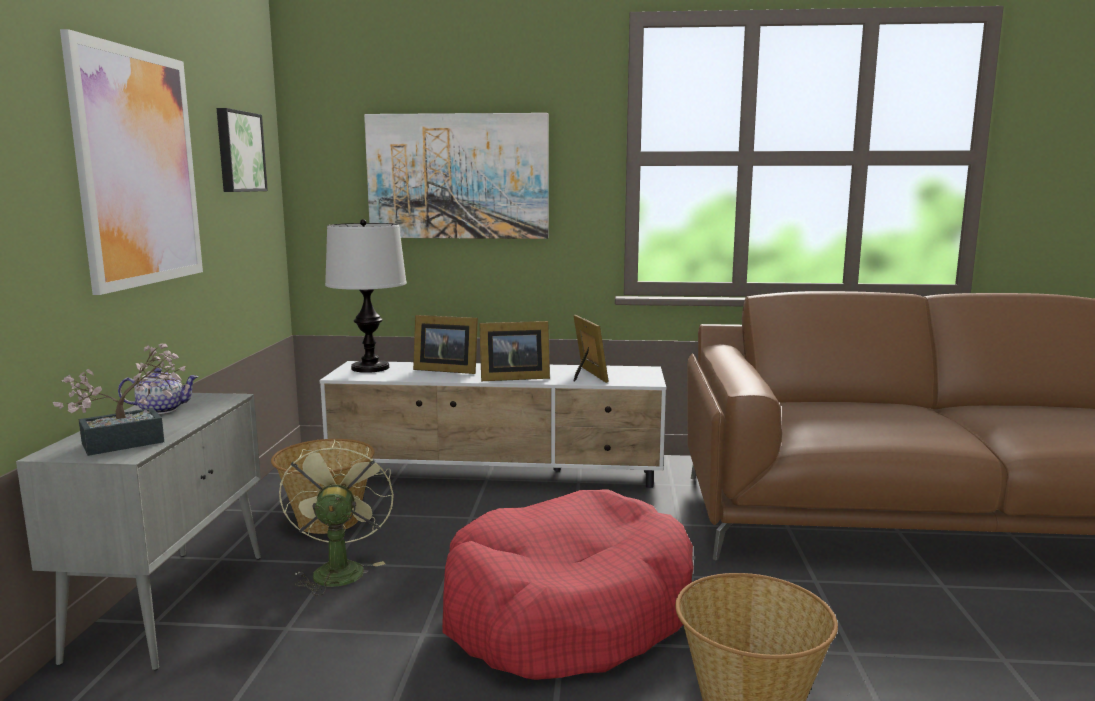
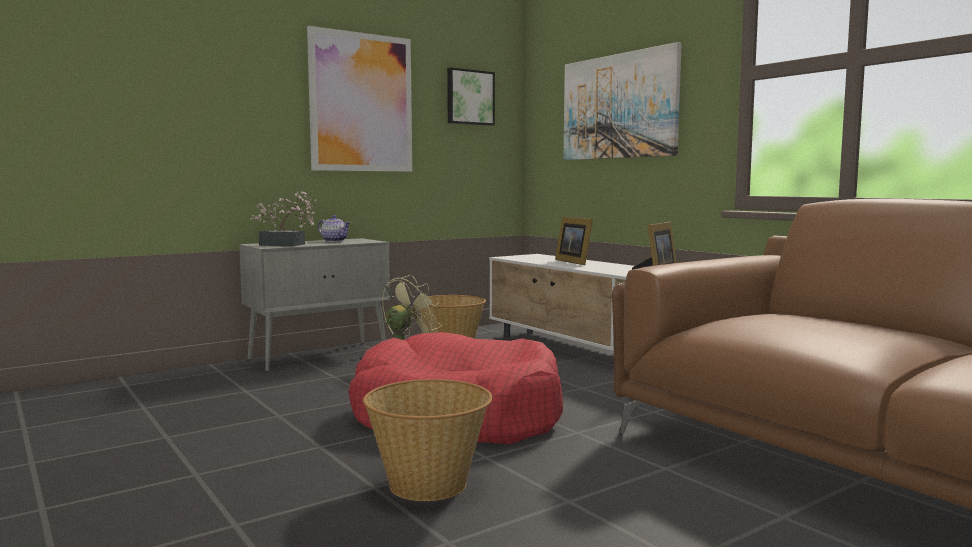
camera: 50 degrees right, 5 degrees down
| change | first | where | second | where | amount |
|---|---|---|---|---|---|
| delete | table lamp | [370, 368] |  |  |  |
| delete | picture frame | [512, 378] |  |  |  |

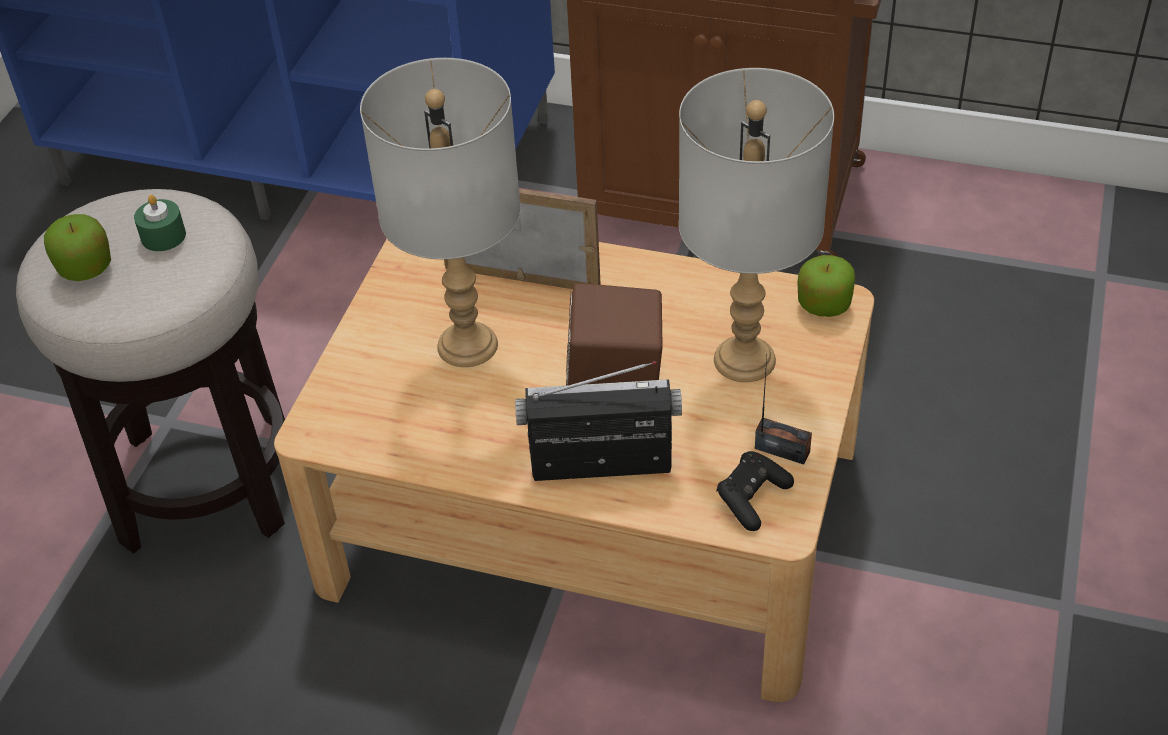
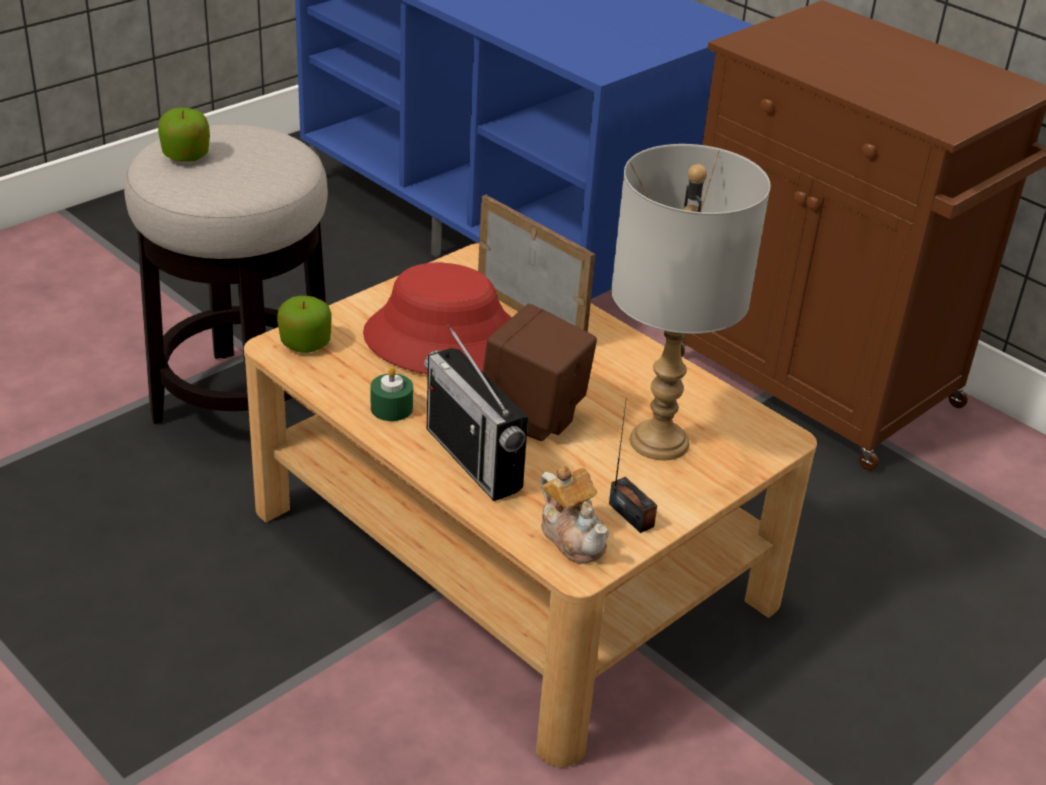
camera: 25 degrees right, 10 degrees down
| change | first | where | second | where | amount |
|---|---|---|---|---|---|
| move | apple | [824, 304] |  | [305, 343] |  |
| replace | grey table lamp | [466, 346] | red hat | [445, 341] |  |
| move | green candle | [163, 236] |  | [391, 408] |  |
| rotate | radio | [601, 464] |  | [473, 459] | 150 degrees counterclockwise |
| replace | black game controller | [752, 498] | teapot | [573, 536] |  |

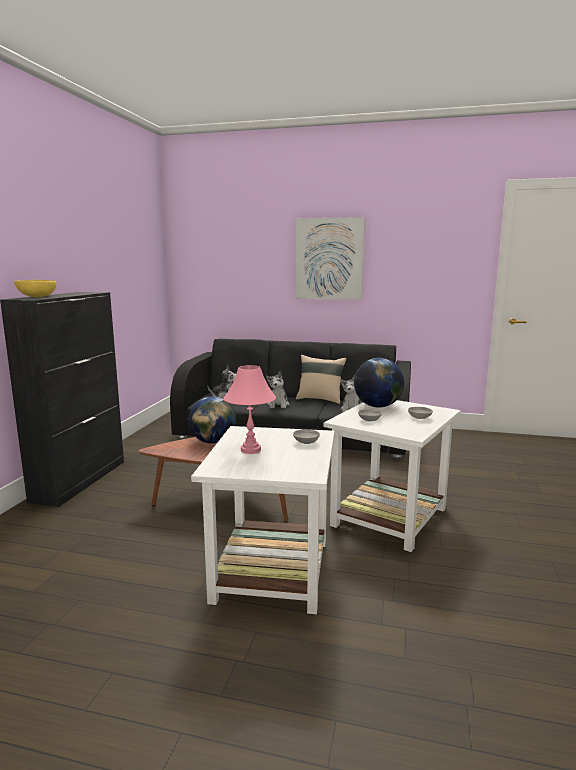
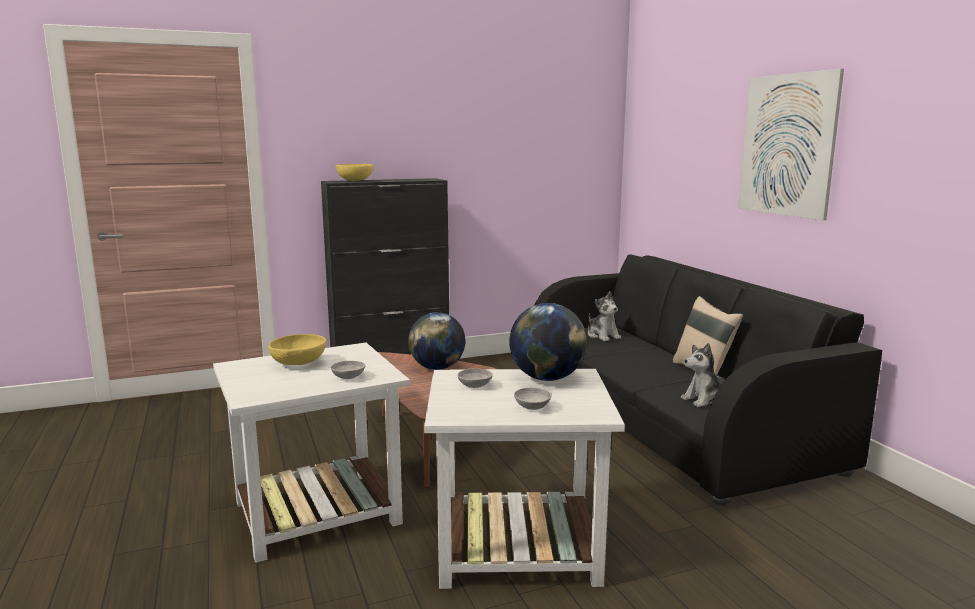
camera: 55 degrees right, 0 degrees up
| change | first | where | second | where | amount |
|---|---|---|---|---|---|
| replace | pink table lamp | [250, 450] | yellow bowl | [299, 364] |  |
| delete | plush toy | [278, 405] |  |  |  |

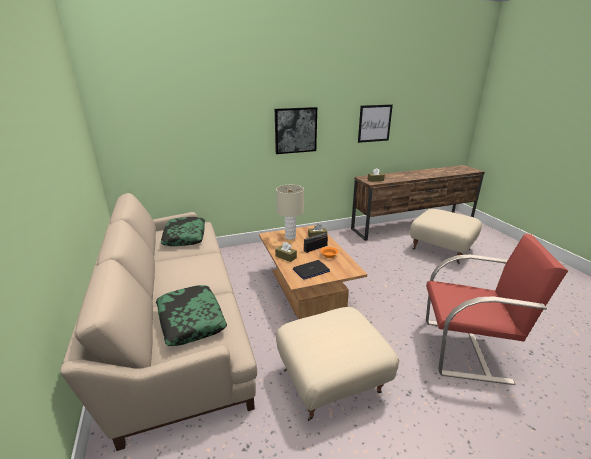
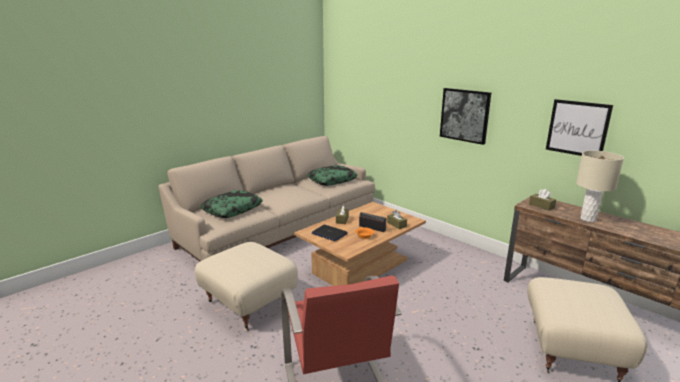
camera: 65 degrees right, 5 degrees down
| change | first | where | second | where | amount |
|---|---|---|---|---|---|
| move | beige table lamp | [290, 237] |  | [588, 219] |  |

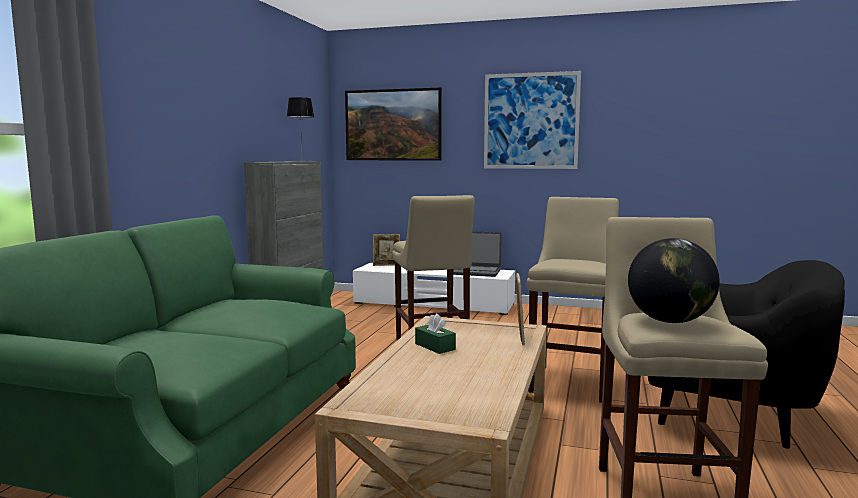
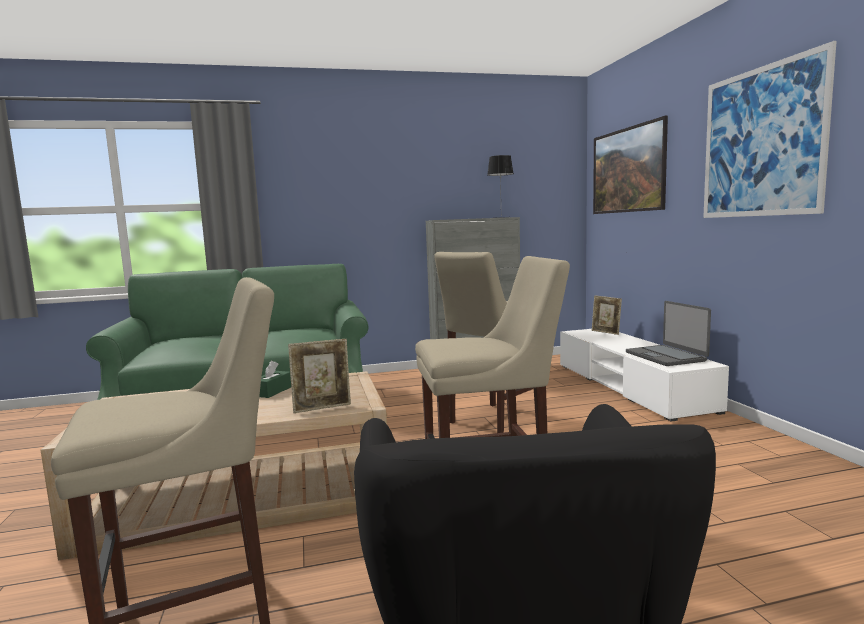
camera: 60 degrees right, 0 degrees up
| change | first | where | second | where | amount |
|---|---|---|---|---|---|
| delete | globe | [670, 321] |  |  |  |

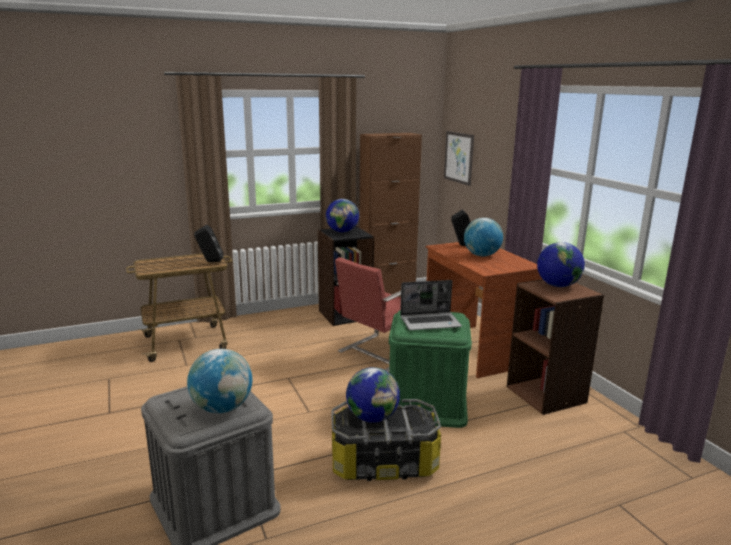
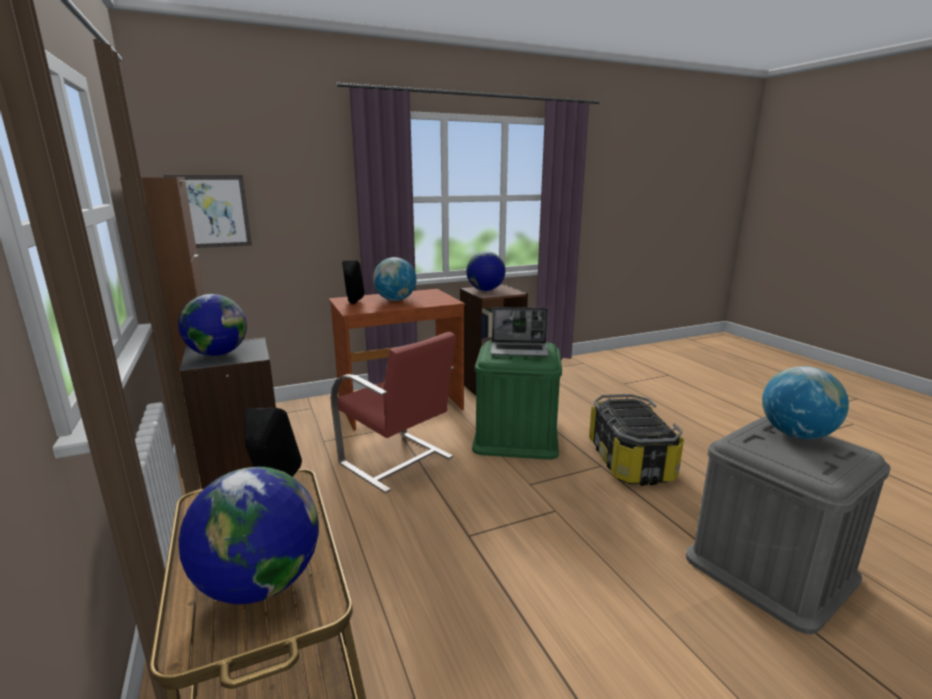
camera: 90 degrees left, 0 degrees up
| change | first | where | second | where | amount |
|---|---|---|---|---|---|
| move | globe | [372, 417] |  | [259, 583] |  |
| rotate | laptop | [430, 322] |  | [520, 350] | 105 degrees clockwise |

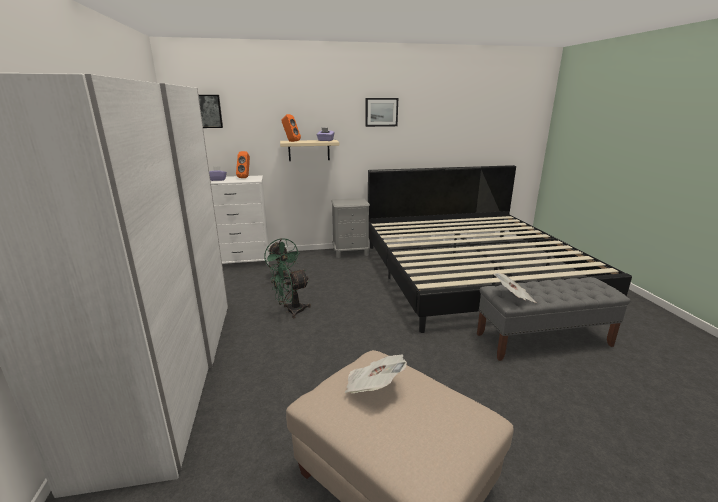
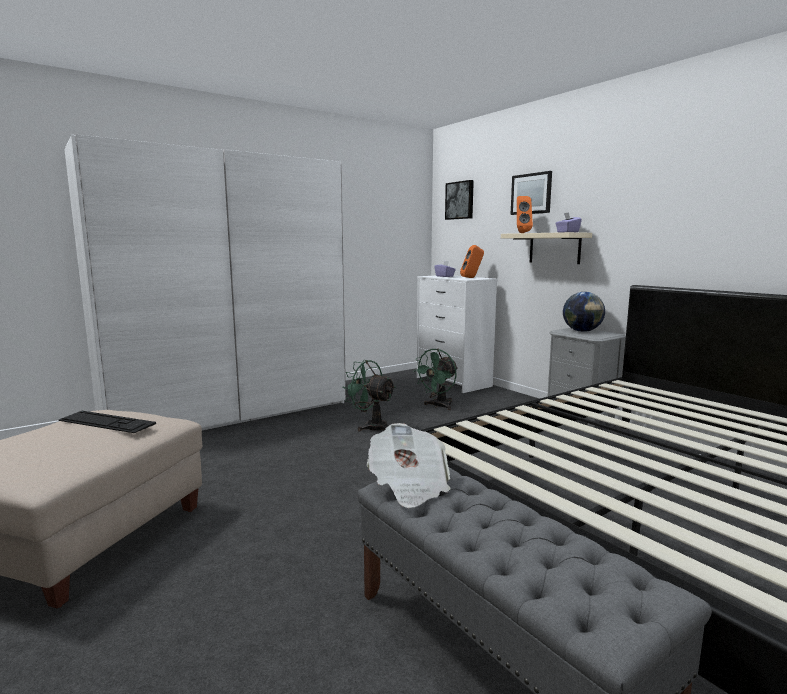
camera: 65 degrees right, 10 degrees down
| change | first | where | second | where | amount |
|---|---|---|---|---|---|
| replace | newspaper | [373, 387] | keyboard | [106, 422] |  |
| move | picture | [381, 112] |  | [531, 193] |  |
| insert |  |  | globe | [582, 331] |  |

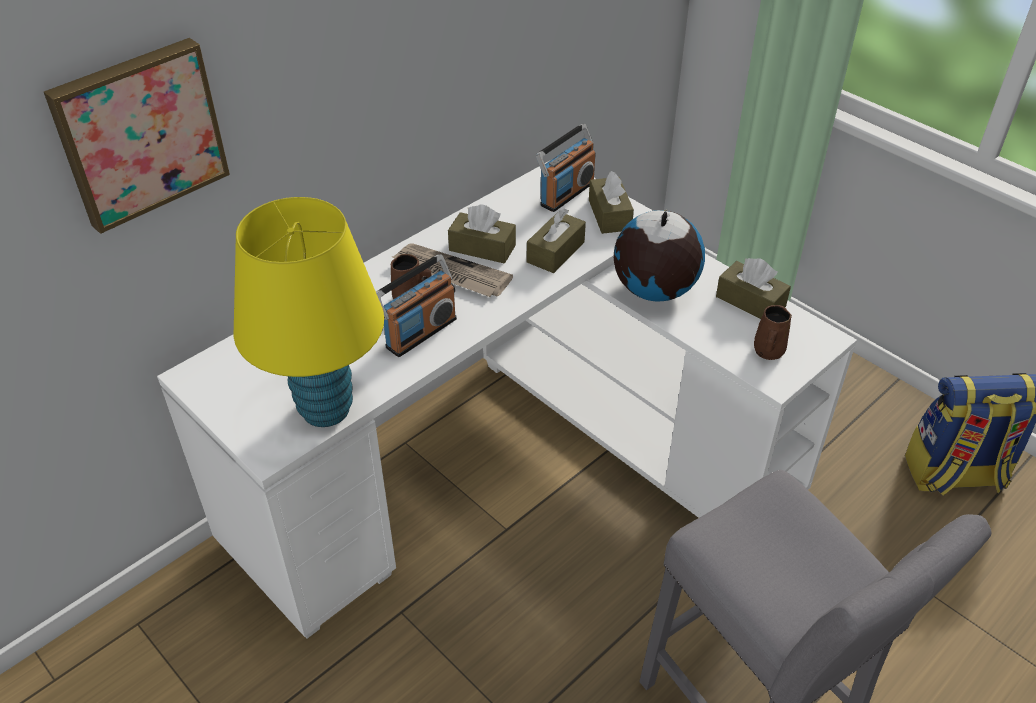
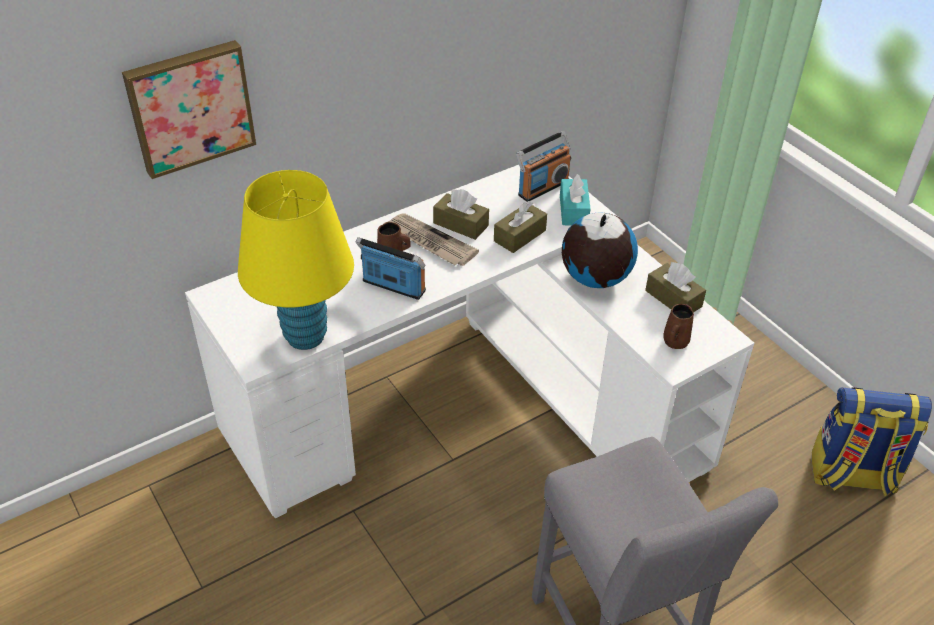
camera: 10 degrees right, 0 degrees up
| change | first | where | second | where | amount |
|---|---|---|---|---|---|
| rotate | radio | [420, 332] |  | [393, 286] | 120 degrees counterclockwise |
| recolor | brown tissue box | [609, 215] | turquoise tissue box | [573, 210] |  |

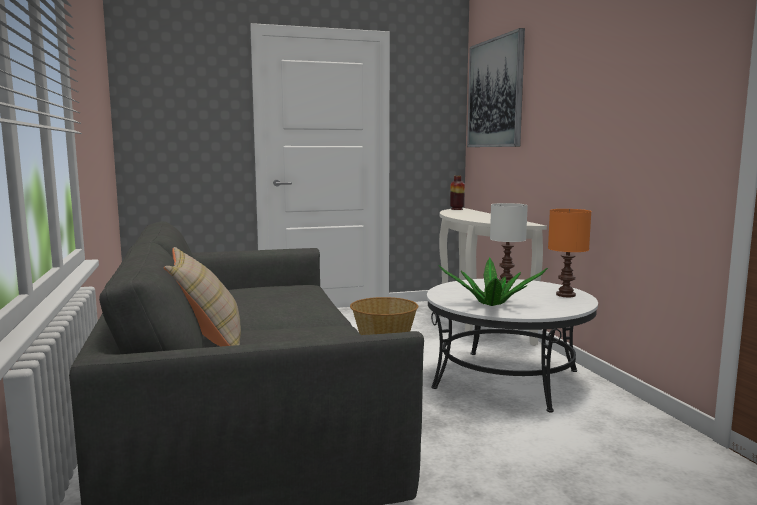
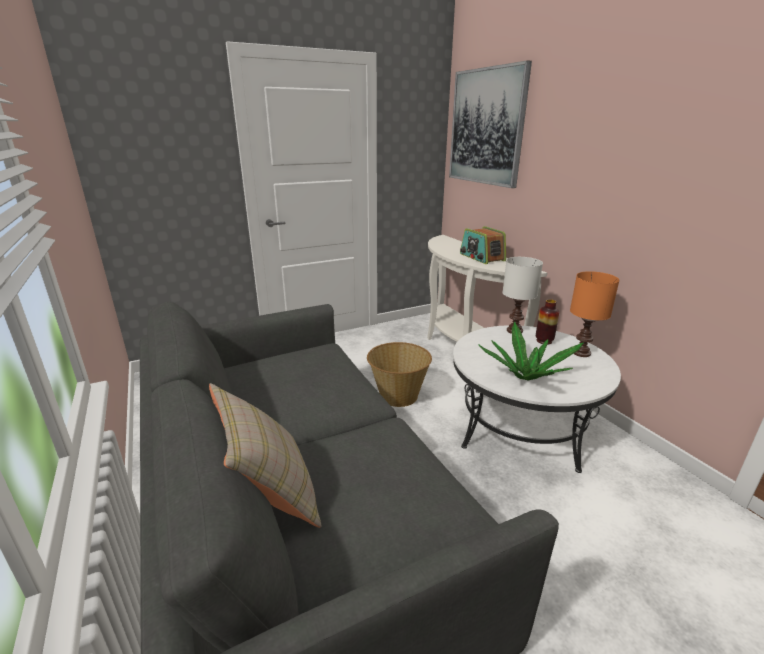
camera: 10 degrees left, 15 degrees up
| change | first | where | second | where | amount |
|---|---|---|---|---|---|
| insert |  |  | radio | [481, 257] |  |
| move | vase | [457, 209] |  | [544, 341] |  |

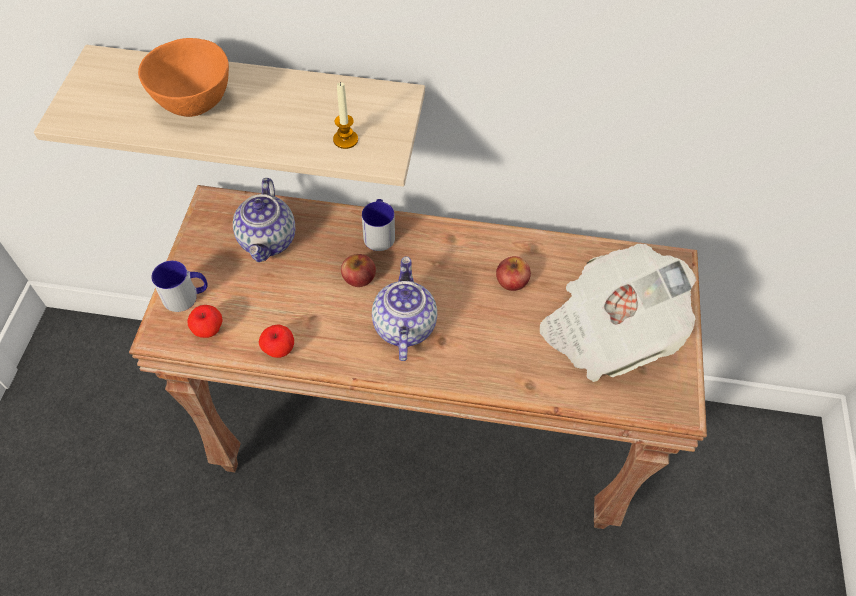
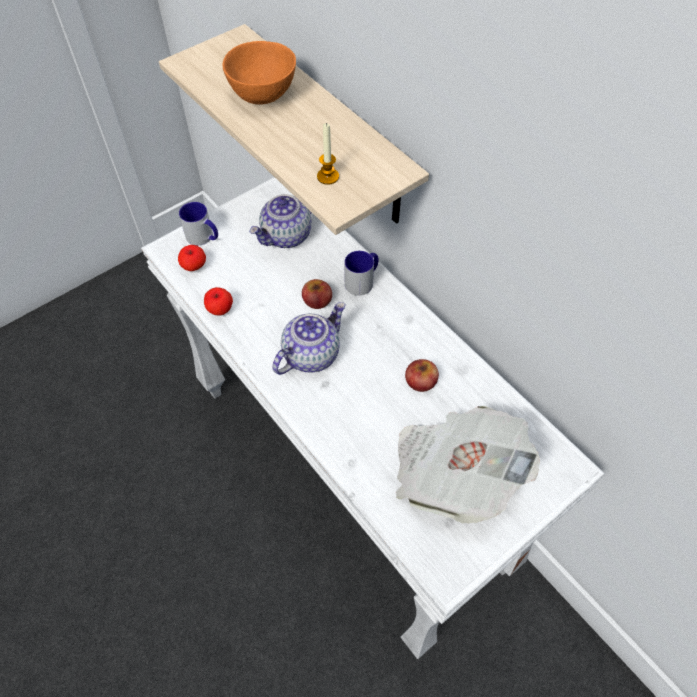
camera: 45 degrees right, 0 degrees up
| change | first | where | second | where | amount |
|---|---|---|---|---|---|
| recolor | brown console table | [424, 435] | white console table | [351, 474] |  |

